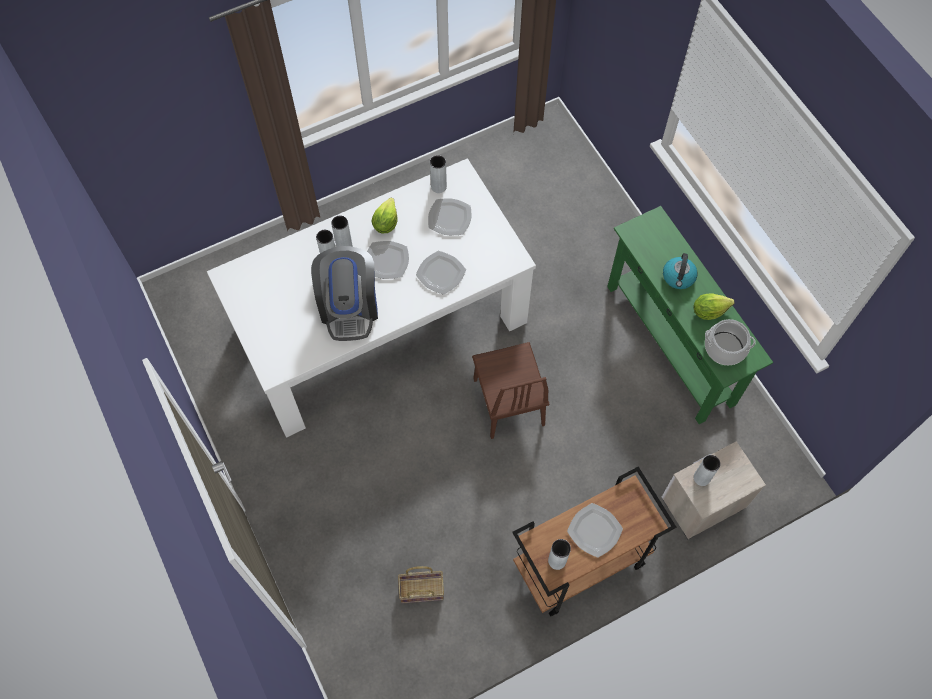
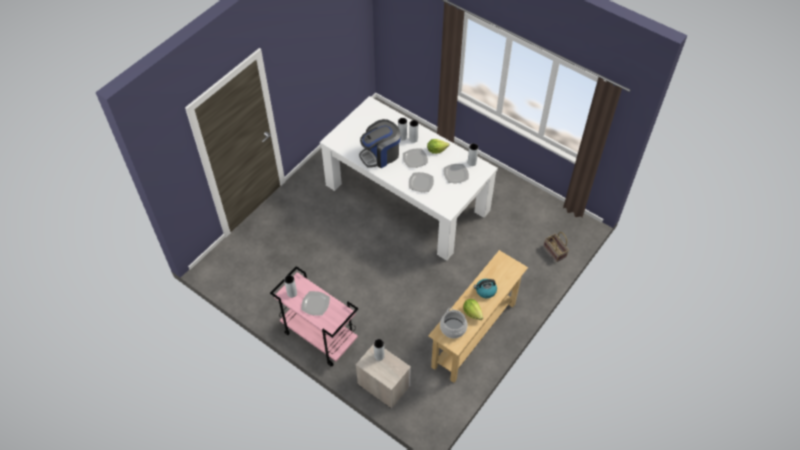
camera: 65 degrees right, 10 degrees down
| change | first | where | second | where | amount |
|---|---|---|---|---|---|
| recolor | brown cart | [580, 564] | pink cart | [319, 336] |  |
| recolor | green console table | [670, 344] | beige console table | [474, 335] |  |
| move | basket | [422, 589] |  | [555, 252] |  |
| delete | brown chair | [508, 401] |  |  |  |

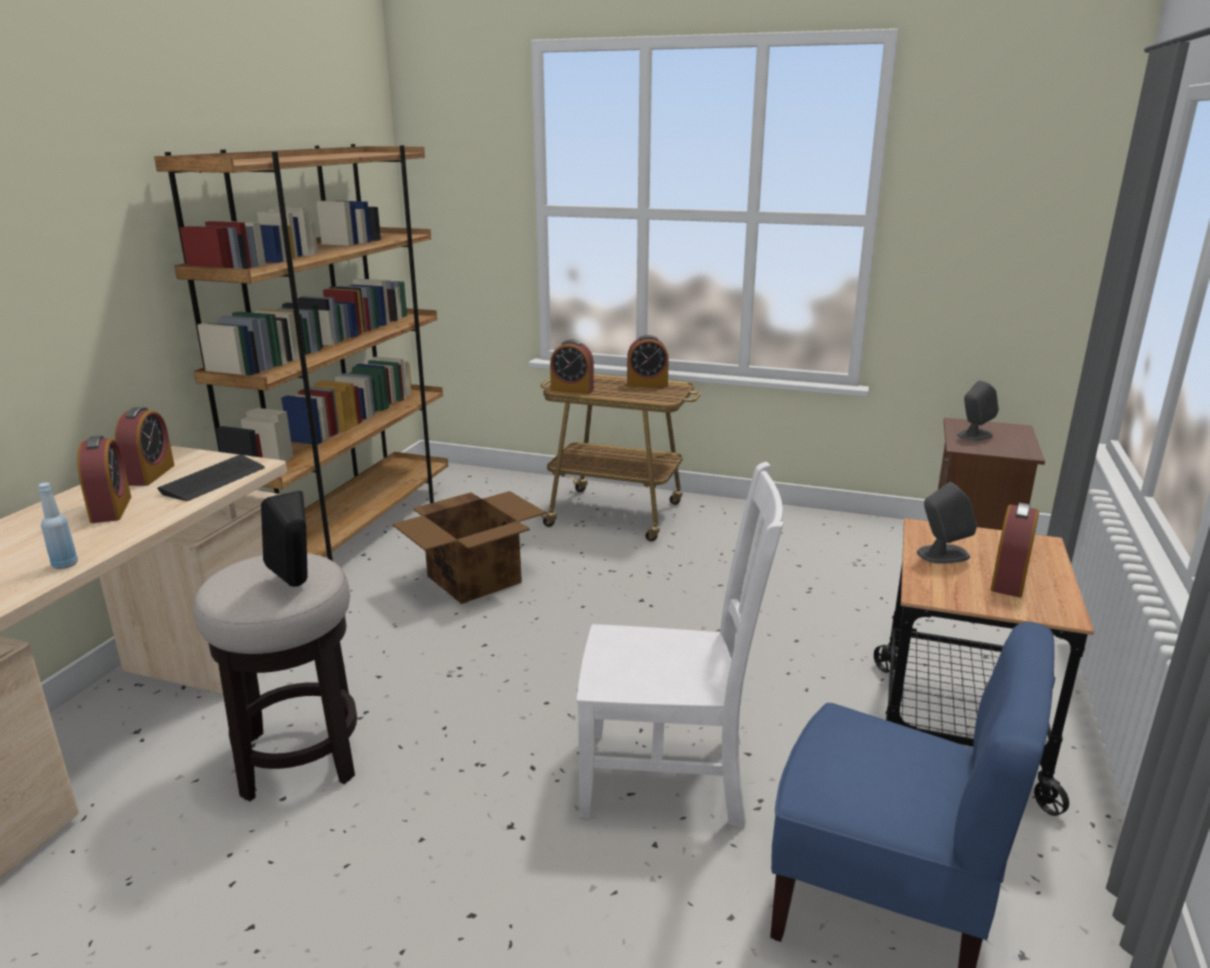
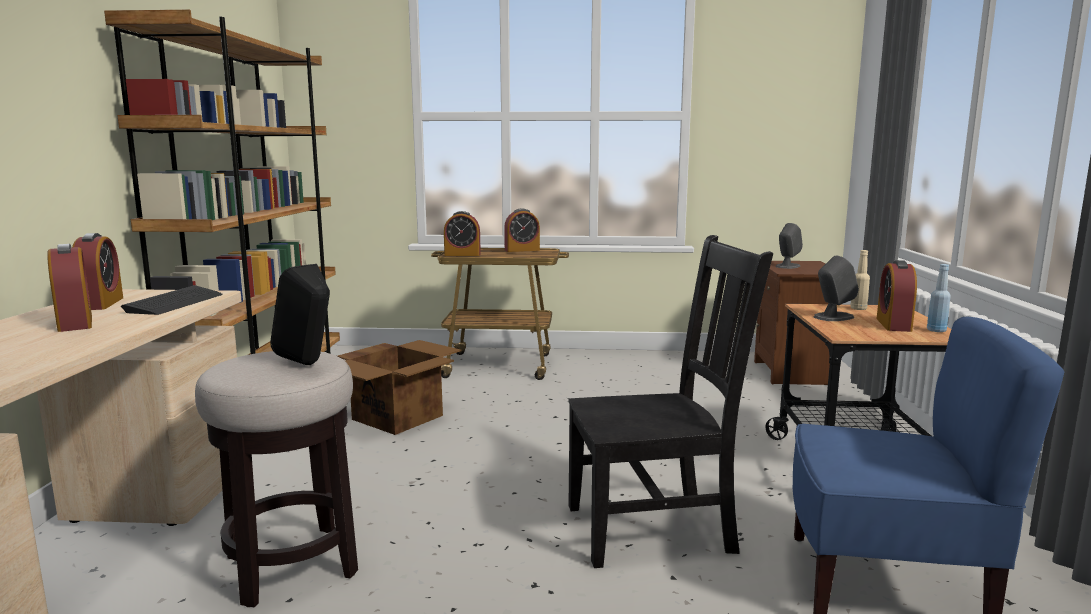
camera: 15 degrees left, 10 degrees down
| change | first | where | second | where | amount |
|---|---|---|---|---|---|
| recolor | white chair | [670, 776] | black chair | [655, 528] |  |
| insert |  |  | beige bottle | [858, 308] |  |
| move | blue bottle | [65, 565] |  | [936, 330] |  |

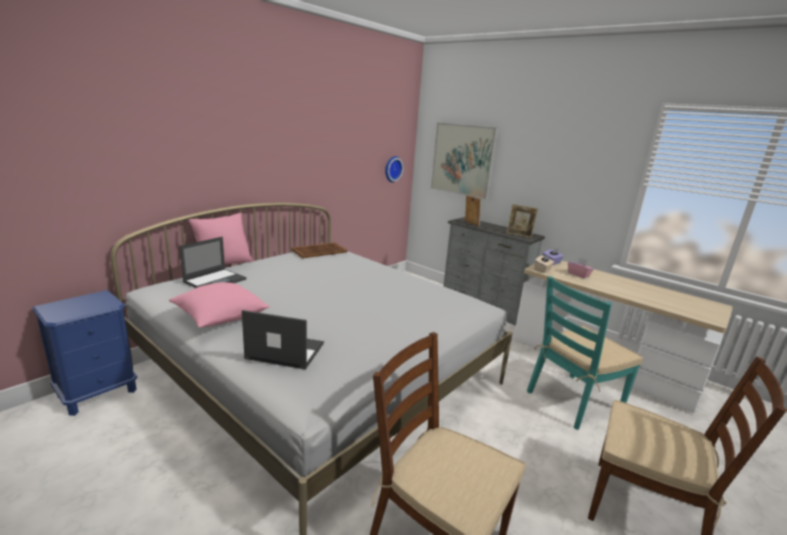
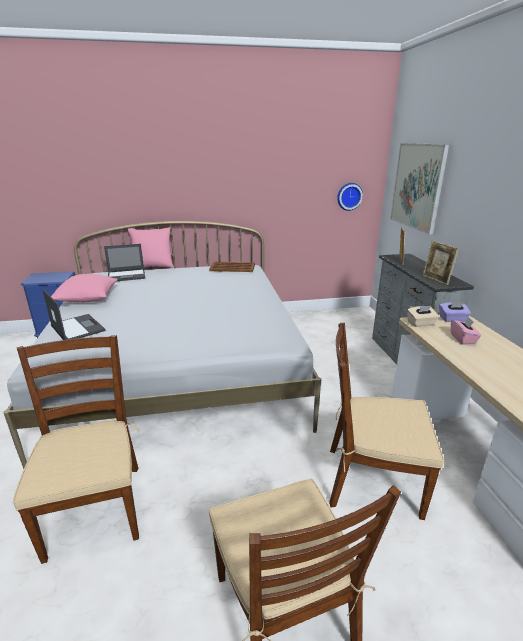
camera: 40 degrees right, 5 degrees up
| change | first | where | second | where | amount |
|---|---|---|---|---|---|
| recolor | turquoise chair | [573, 400] | brown chair | [371, 481] |  |

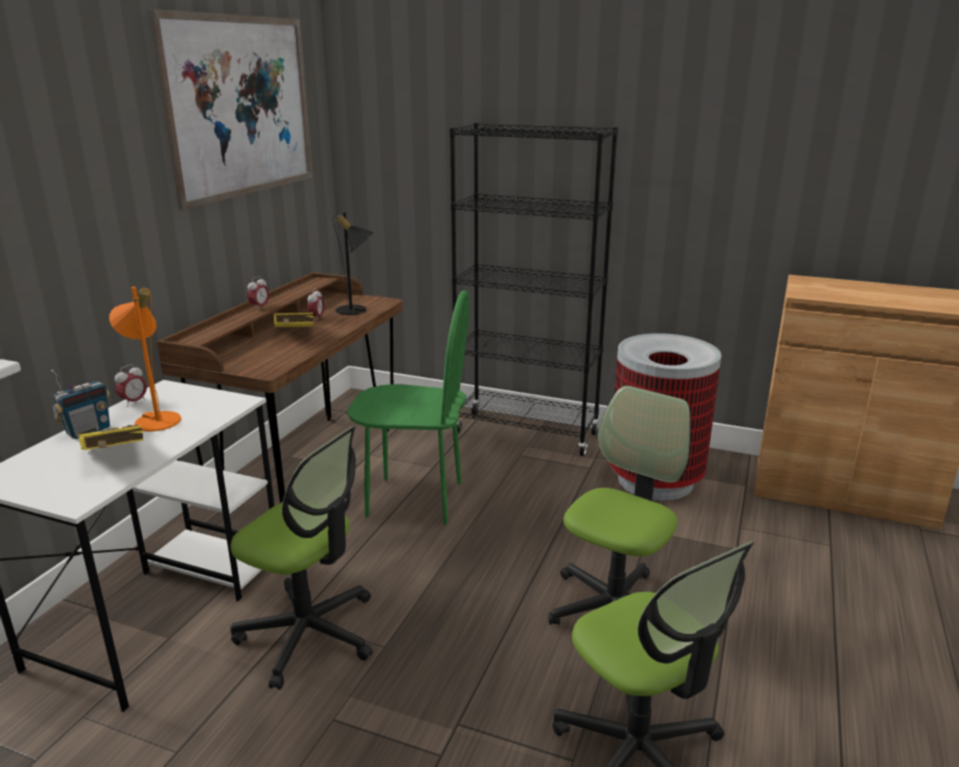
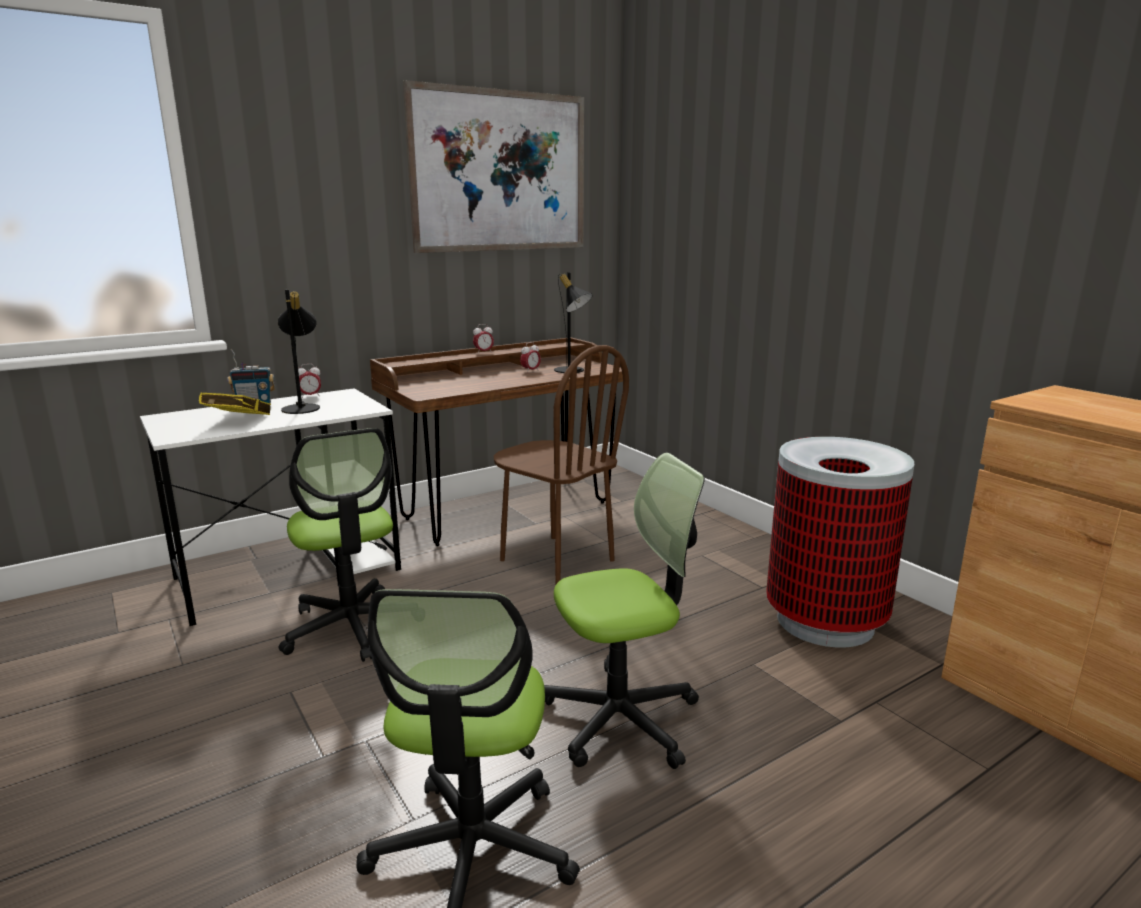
camera: 35 degrees right, 5 degrees down
| change | first | where | second | where | amount |
|---|---|---|---|---|---|
| recolor | orange table lamp | [155, 418] | black table lamp | [303, 407] |  |
| recolor | green chair | [414, 499] | brown chair | [556, 561] |  |
| delete | yellow book | [294, 335] |  |  |  |
| delete | black bookcase | [526, 433] |  |  |  |

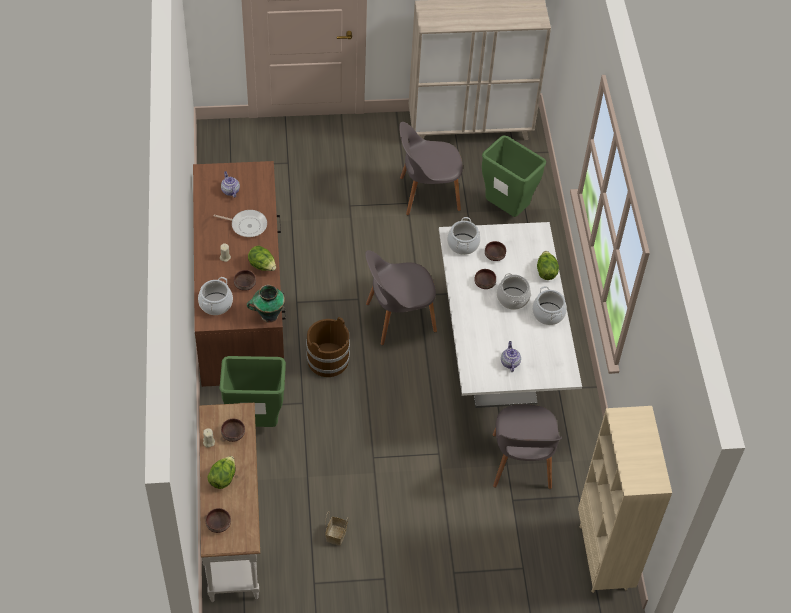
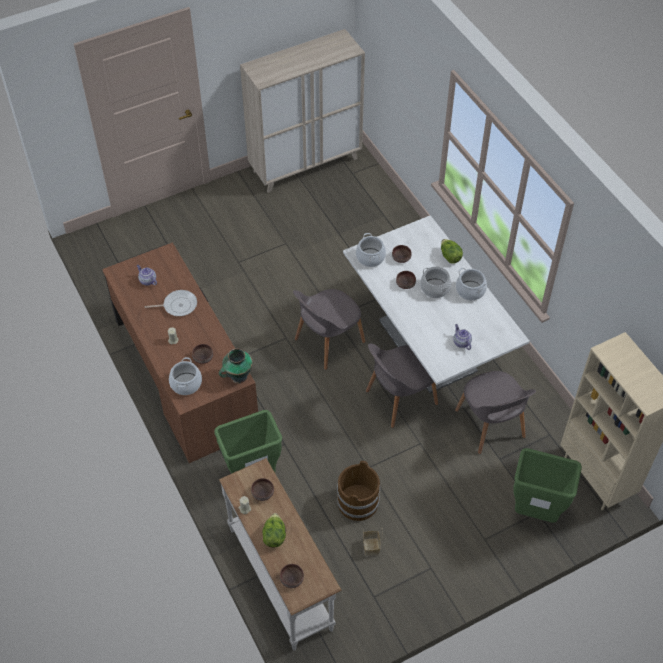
camera: 20 degrees left, 0 degrees up
| change | first | where | second | where | amount |
|---|---|---|---|---|---|
| move | brown bucket | [328, 359] |  | [358, 502] |  |
| move | grey chair | [427, 194] |  | [399, 398] |  |
| move | green trash can | [507, 209] |  | [536, 513] |  |
| delete | lettuce | [262, 266] |  |  |  |

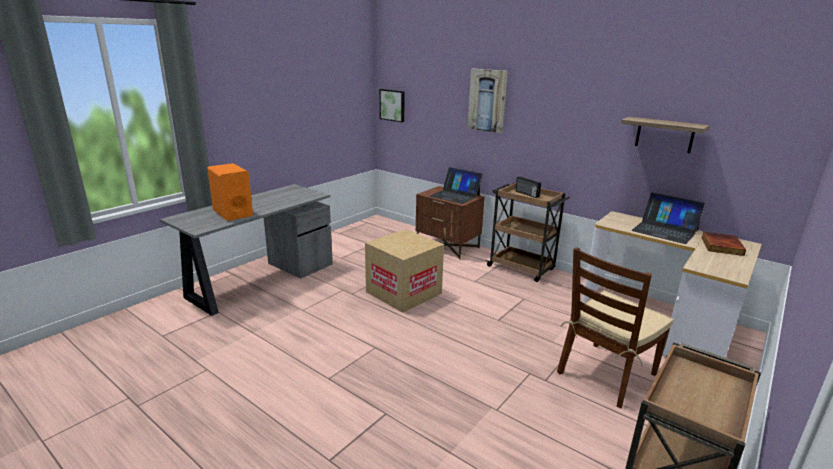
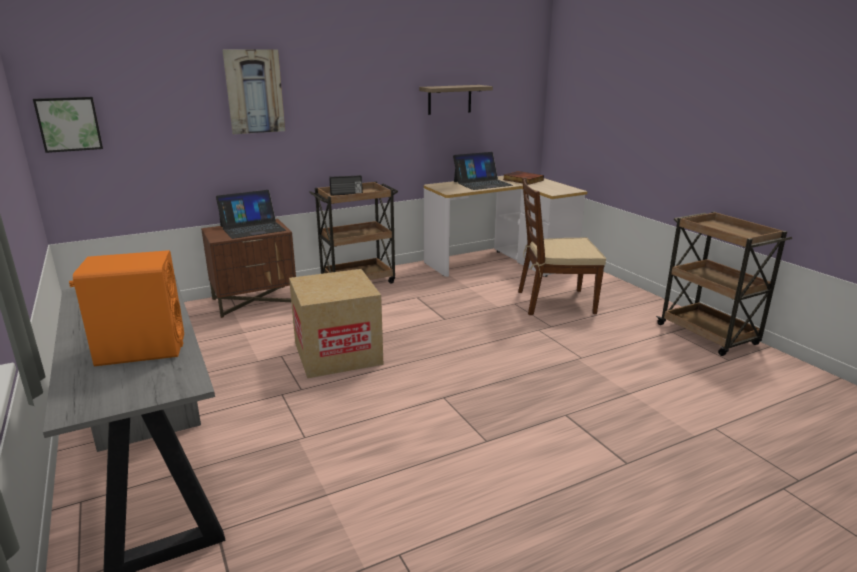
camera: 65 degrees left, 0 degrees up
| change | first | where | second | where | amount |
|---|---|---|---|---|---|
| rotate | brown chair | [606, 374] |  | [554, 302] | 105 degrees clockwise |

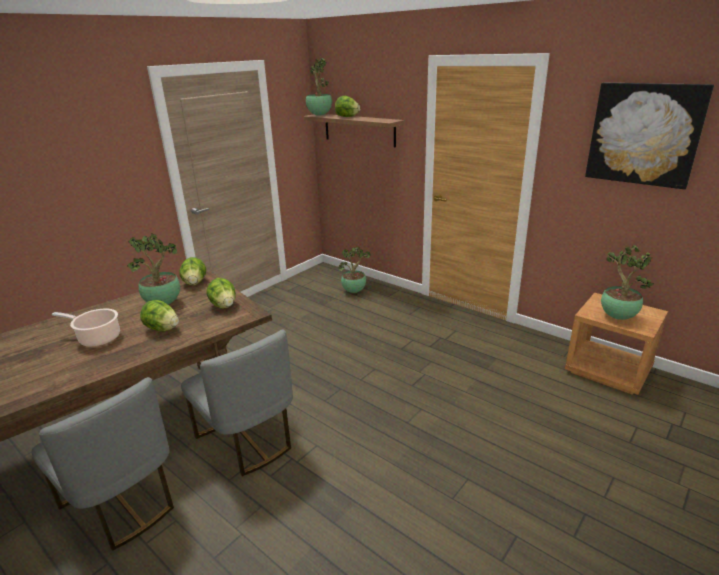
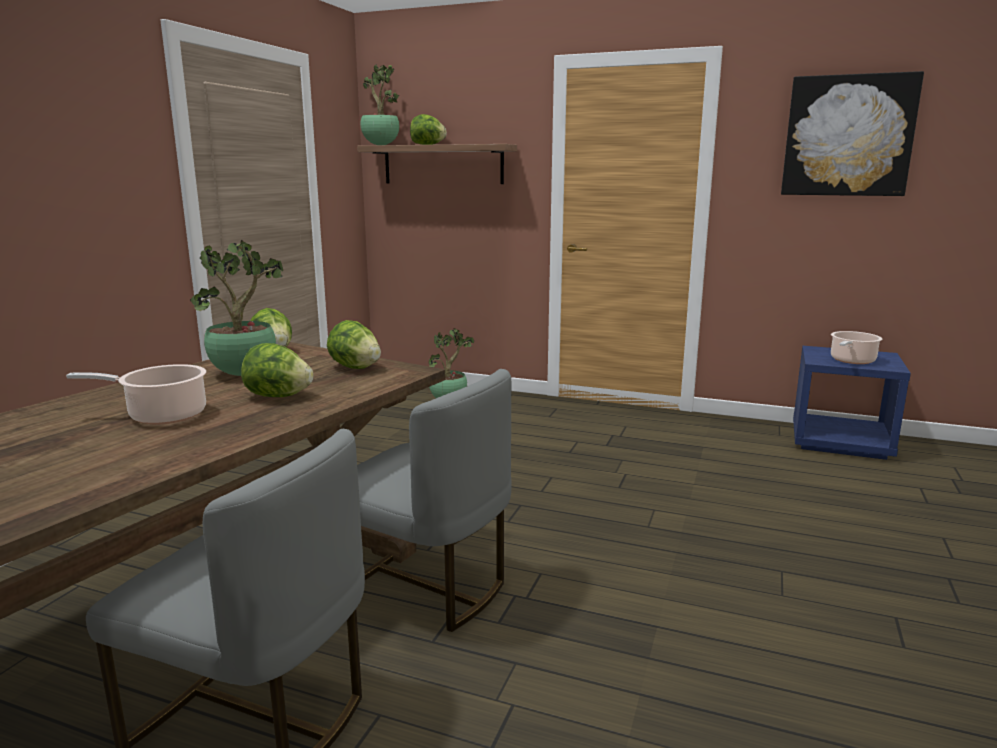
camera: 20 degrees left, 10 degrees down
| change | first | where | second | where | amount |
|---|---|---|---|---|---|
| recolor | brown nightstand | [608, 371] | blue nightstand | [841, 442] |  |
| replace | potted plant | [616, 316] | cooking pot | [851, 361] |  |

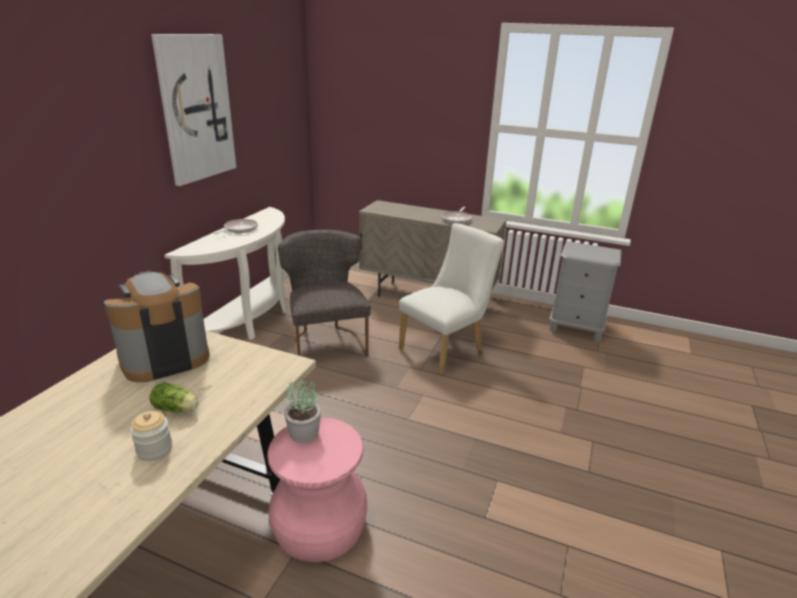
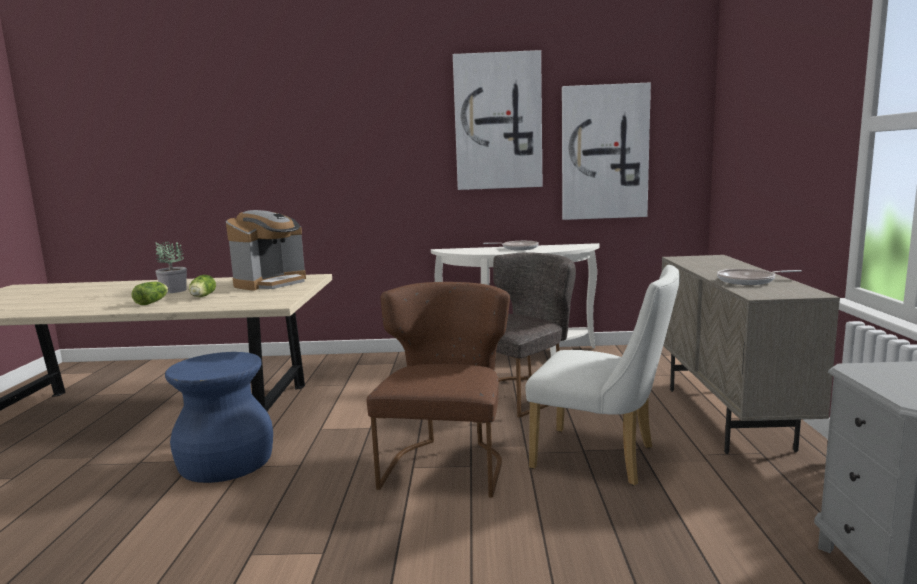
camera: 70 degrees right, 15 degrees down
| change | first | where | second | where | amount |
|---|---|---|---|---|---|
| replace | jar | [154, 449] | lettuce | [153, 302] |  |
| move | potted plant | [304, 433] |  | [173, 291] |  |
| recolor | pink stool | [320, 526] | blue stool | [225, 463] |  |
| rotate | coffee machine | [164, 358] |  | [271, 283] | 90 degrees clockwise |
| insert |  |  | brown chair | [447, 463] |  |
| insert |  |  | picture | [604, 152] |  |

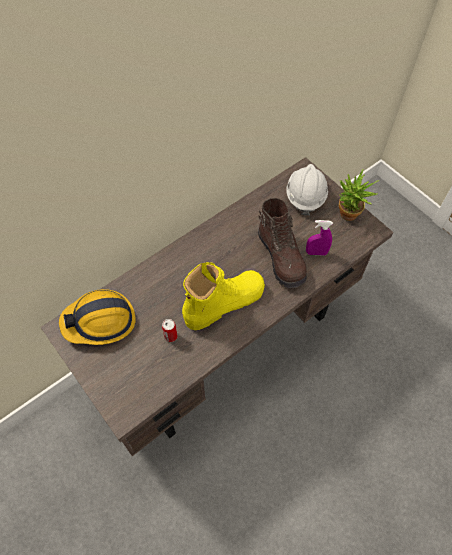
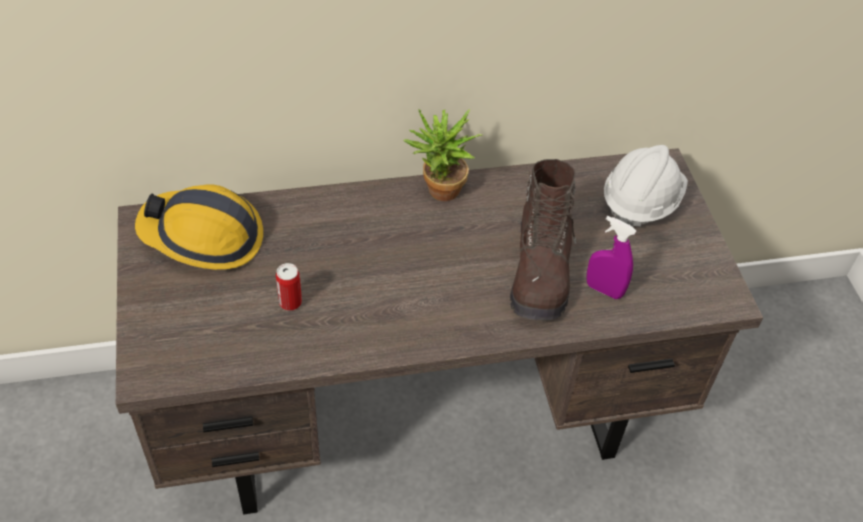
camera: 25 degrees right, 10 degrees down
| change | first | where | second | where | amount |
|---|---|---|---|---|---|
| move | potted plant | [347, 217] |  | [438, 193] |  |
| delete | yellow boot | [223, 303] |  |  |  |

